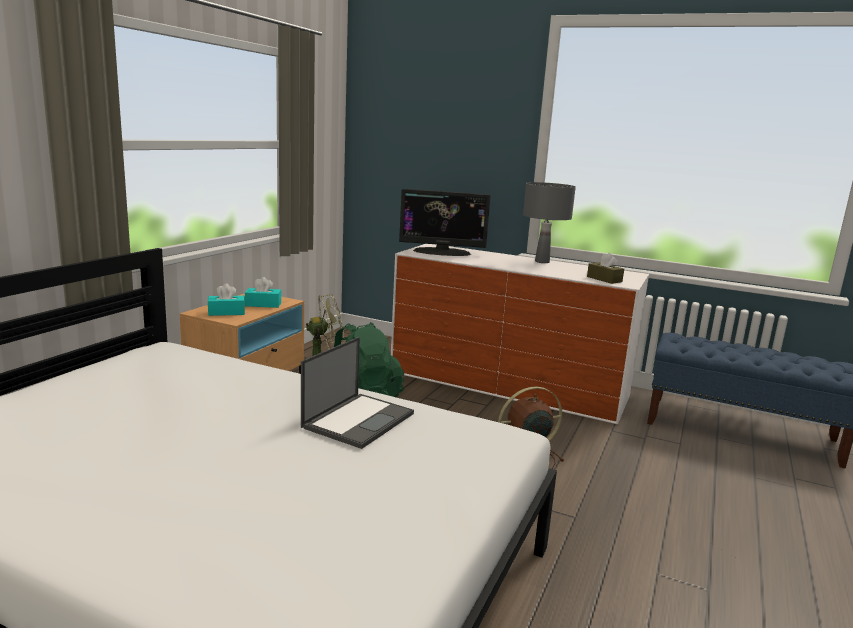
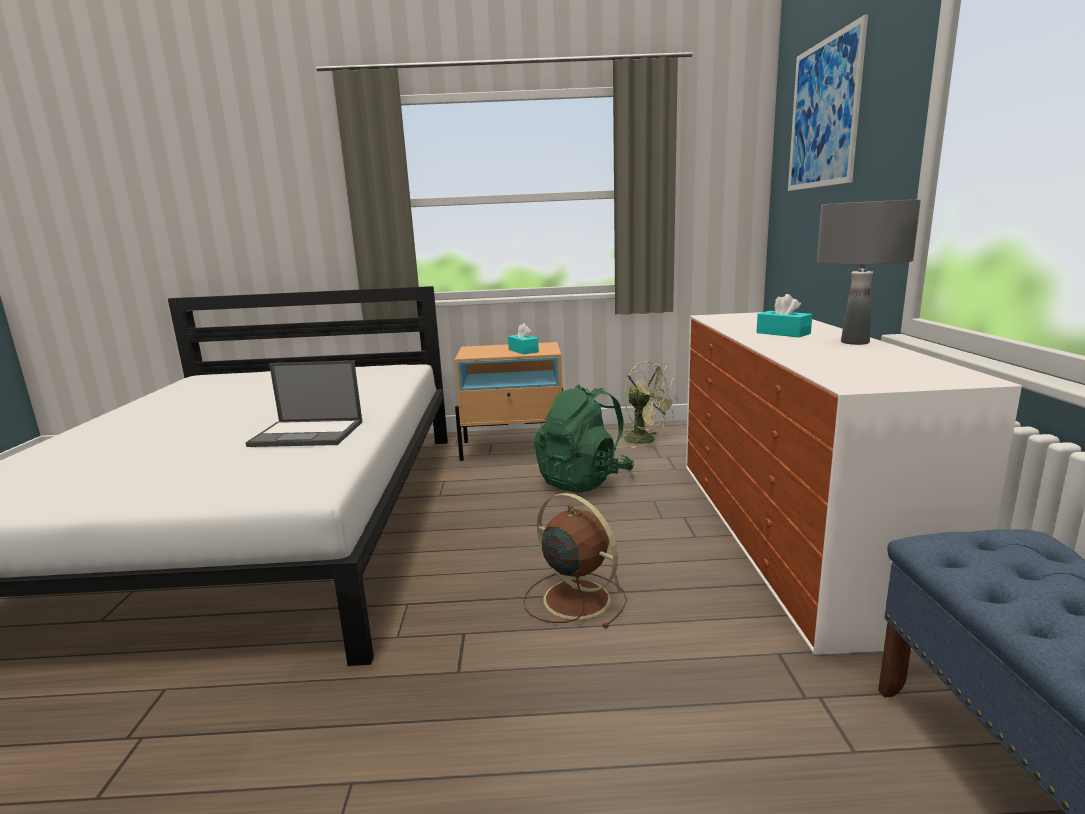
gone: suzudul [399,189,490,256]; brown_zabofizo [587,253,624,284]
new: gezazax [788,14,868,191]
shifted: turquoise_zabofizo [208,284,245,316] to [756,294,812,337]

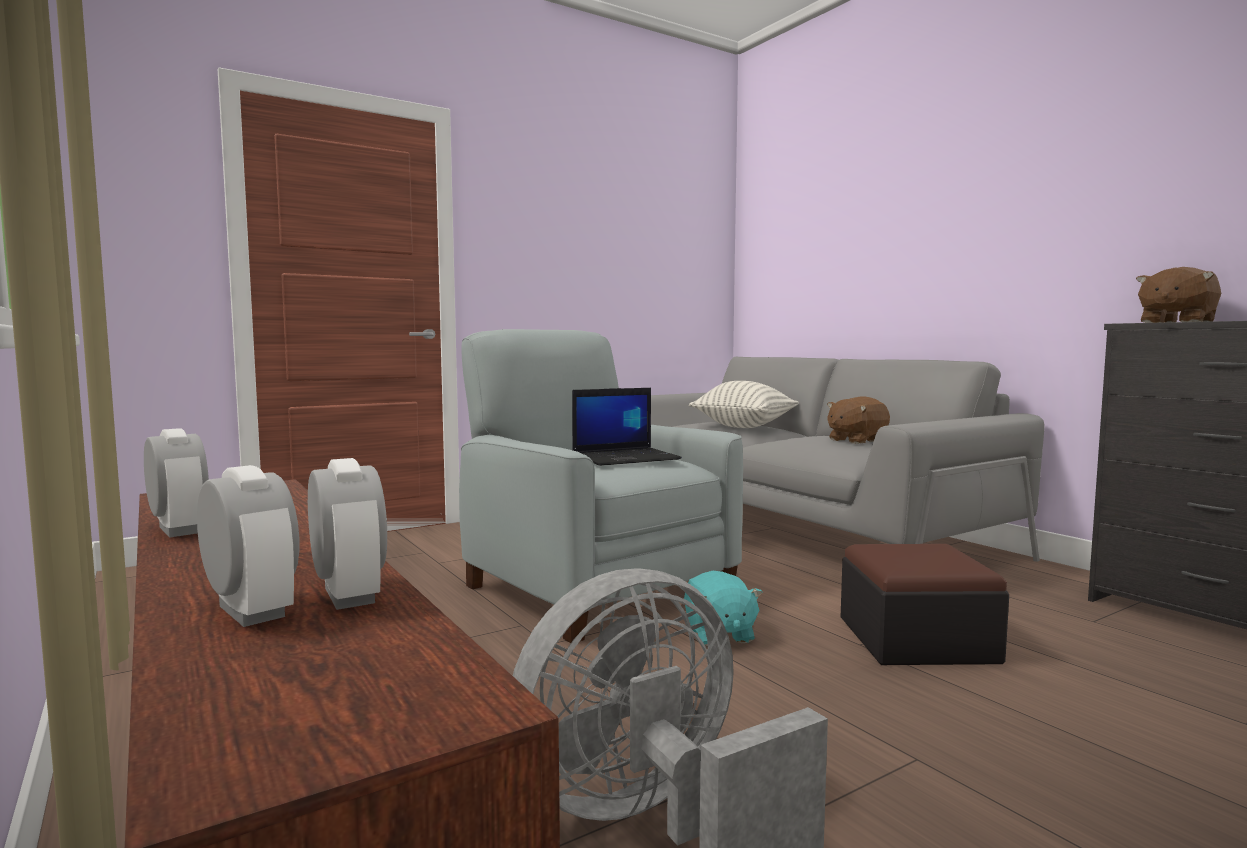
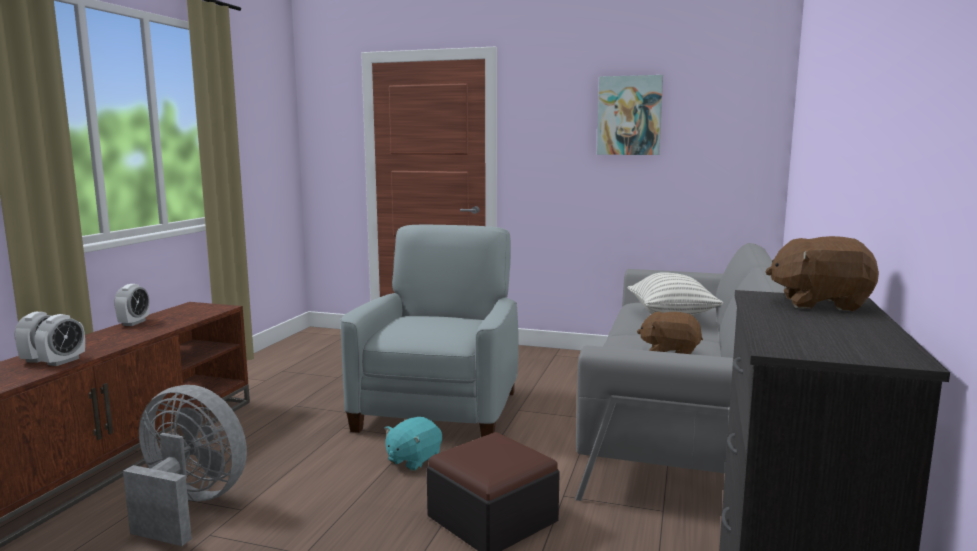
gone: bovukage [572,388,682,466]
new: gezazax [597,75,663,155]

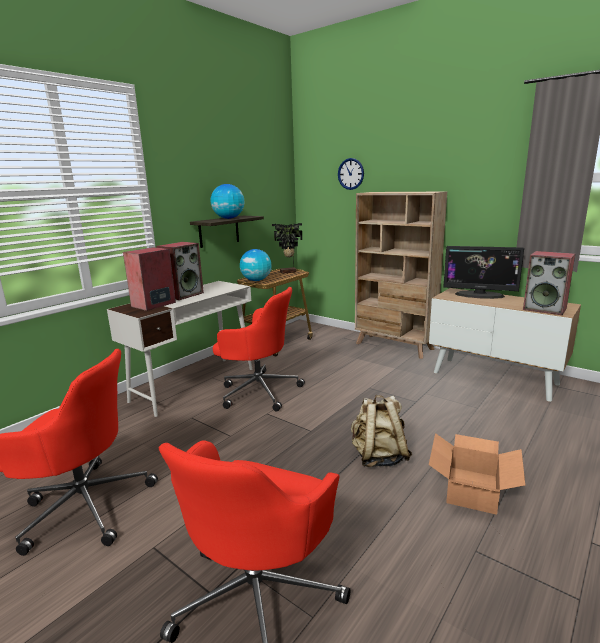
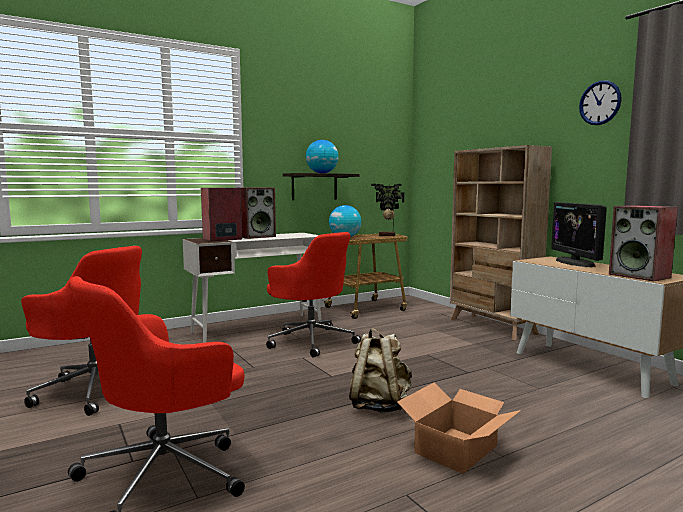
shifted: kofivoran [338,158,364,190] to [579,80,622,125]
rotated: suzudul [443,246,524,299] = [551,202,607,267] 45 degrees clockwise

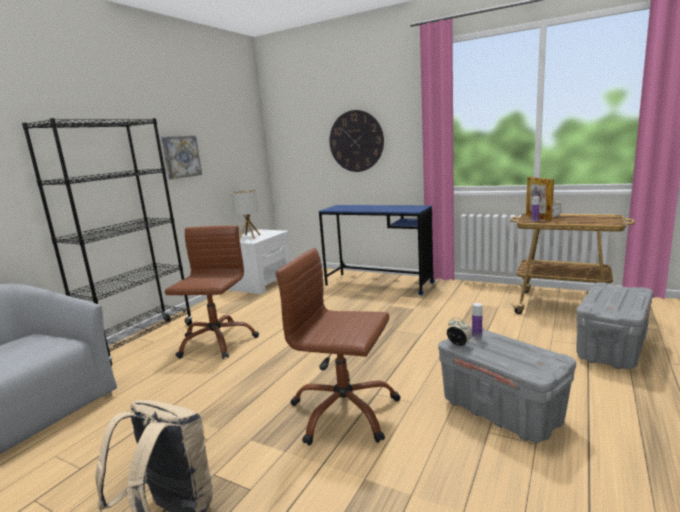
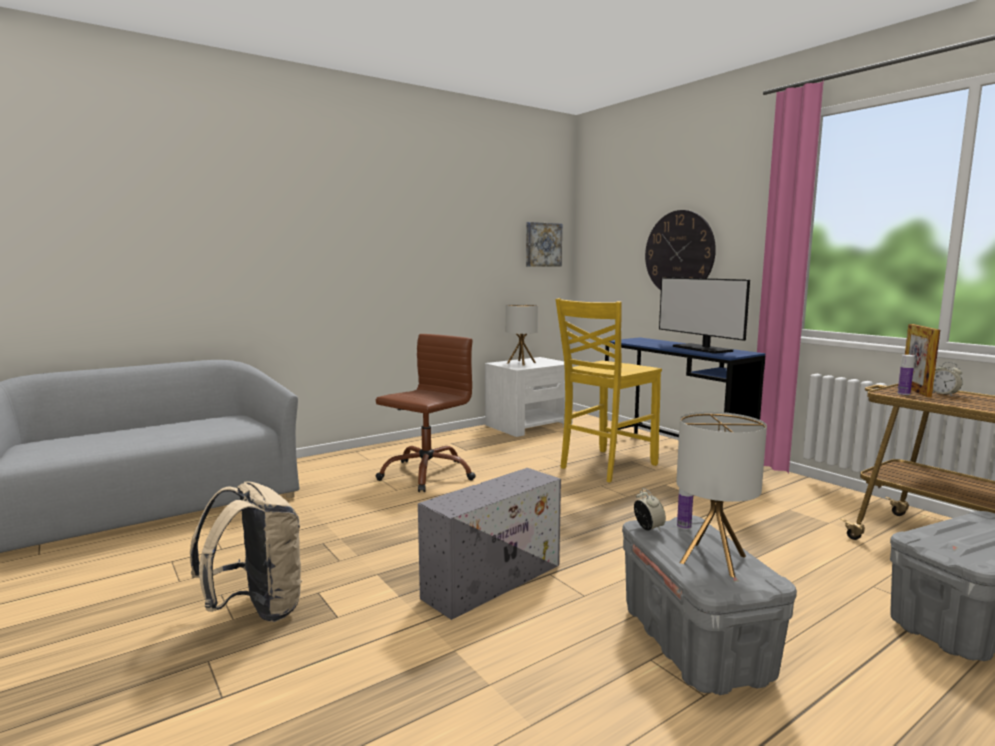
gone: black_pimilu [22,118,193,366]
new: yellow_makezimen [556,298,662,482]; suzudul [659,277,750,354]; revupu [676,412,767,578]
shifted: gezazax [161,136,202,179] to [526,222,562,267]
swapped: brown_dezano [276,248,400,445] to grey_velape [418,468,561,620]

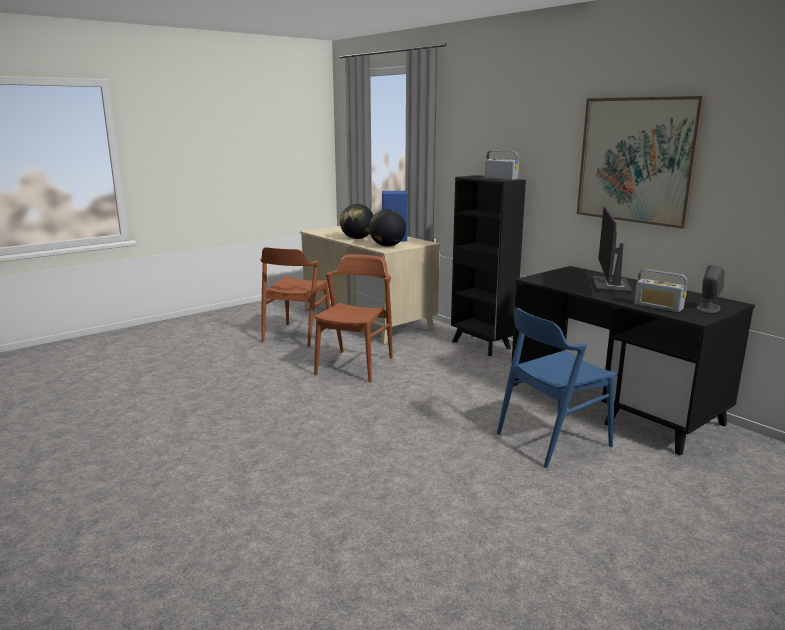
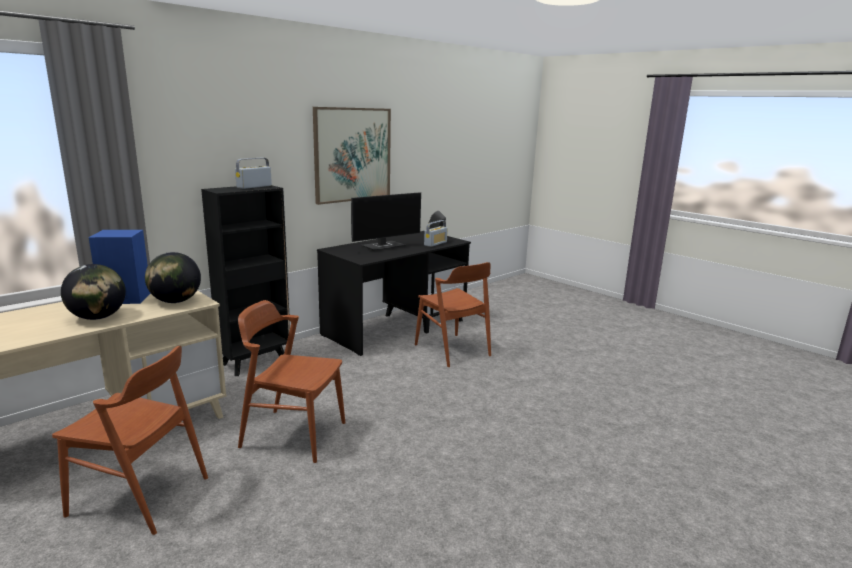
repainted: blue_makezimen [497,308,618,468] to brown_makezimen [415,262,491,367]
rotated: suzudul [593,206,632,292] = [351,192,421,251] 45 degrees counterclockwise

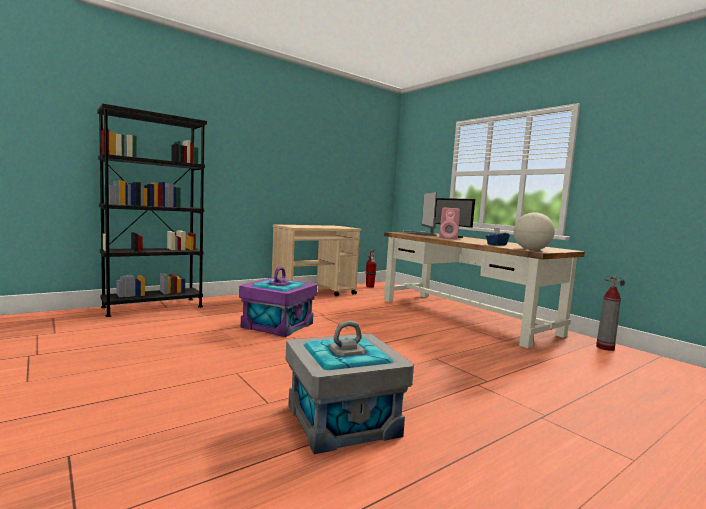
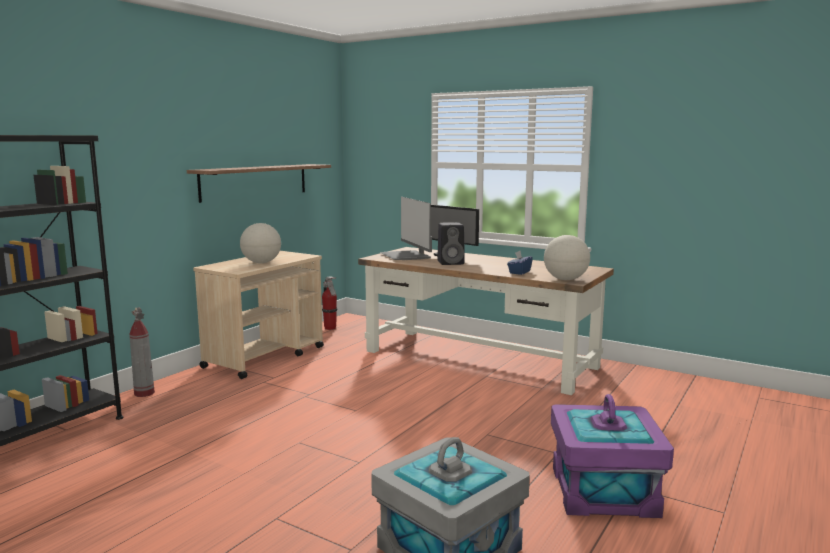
new: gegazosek [187,164,331,203]; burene [240,223,281,263]
shifted: purple_velape [239,267,317,337] to [551,394,674,518]; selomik [596,276,625,351] to [129,307,155,397]
repainted: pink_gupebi [439,208,460,239] to black_gupebi [437,222,465,265]

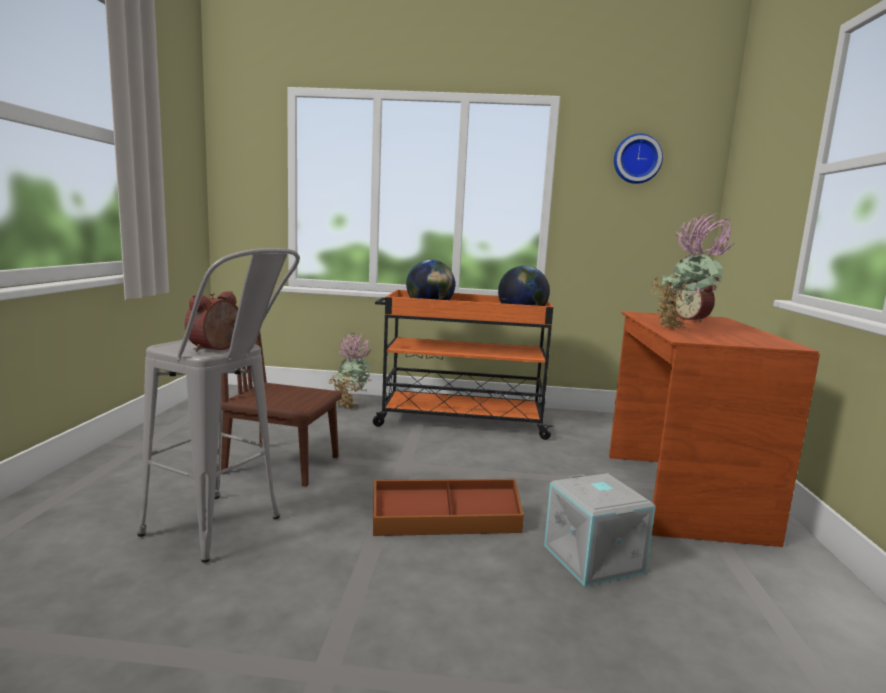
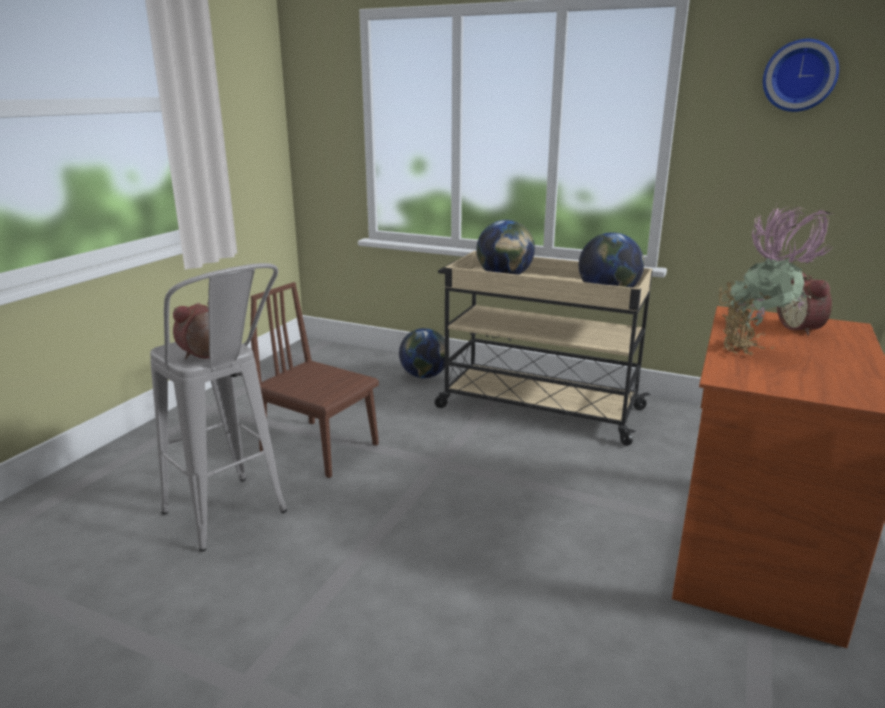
gone: brown_velape [373,479,524,536]; grey_velape [544,473,656,587]
swapped: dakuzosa [329,333,372,410] to burene [399,328,445,378]
repainted: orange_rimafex [373,290,553,440] to beige_rimafex [434,251,653,446]

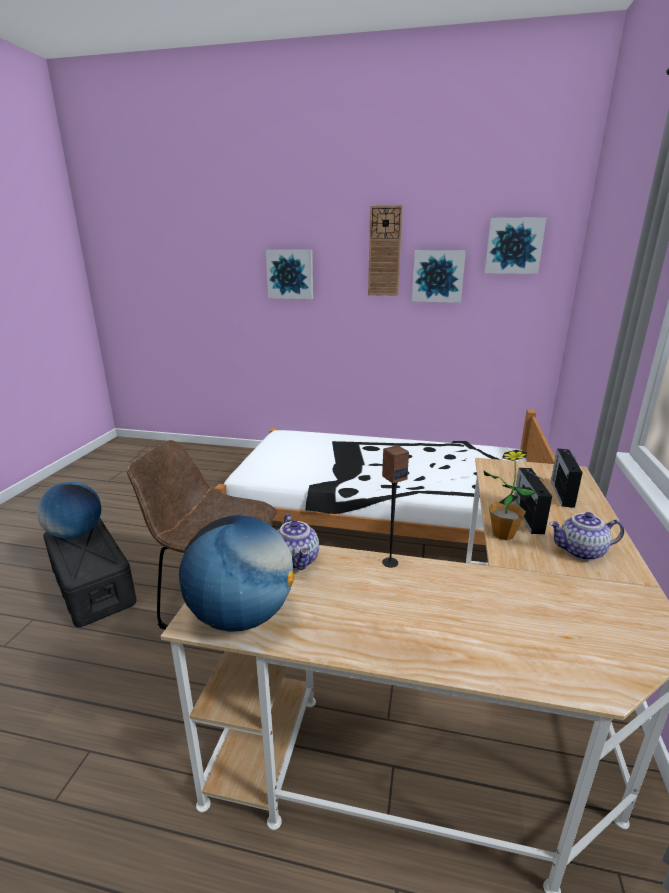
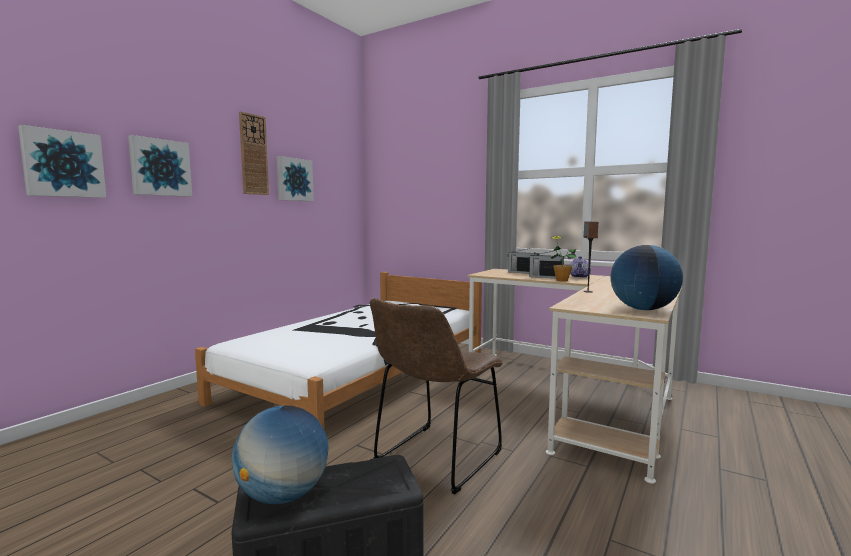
gone: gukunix [278,514,319,570]
shifted: gezazax [484,217,547,274] to [18,125,106,198]

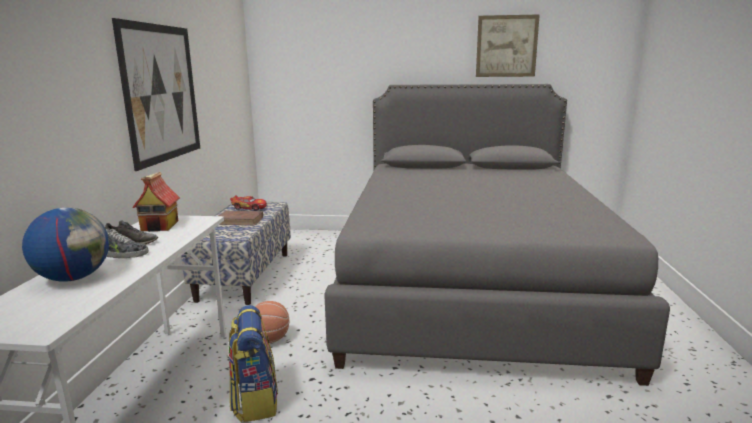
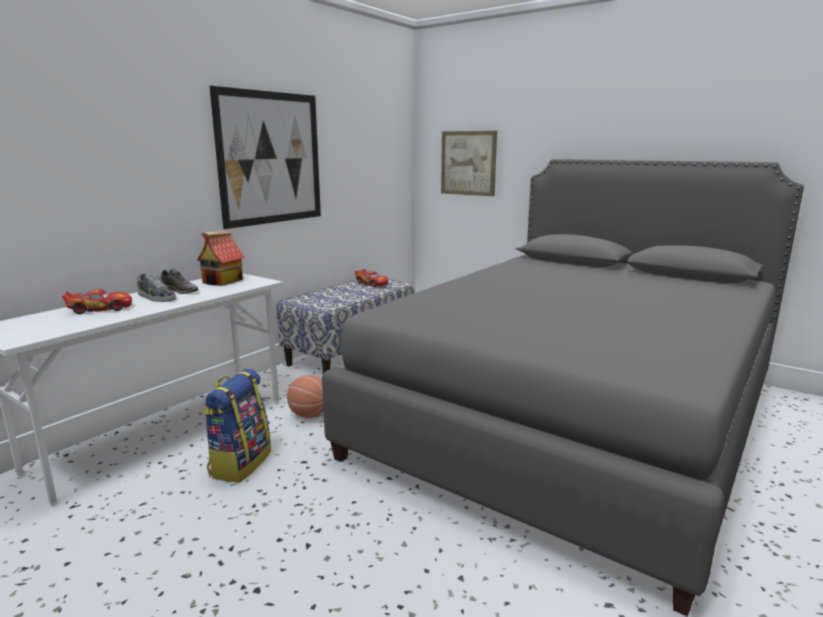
gone: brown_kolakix [219,211,263,225]
shifted: gezazax [476,14,540,77] to [441,131,497,196]
swapped: burene [22,207,109,282] to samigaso [62,289,132,314]

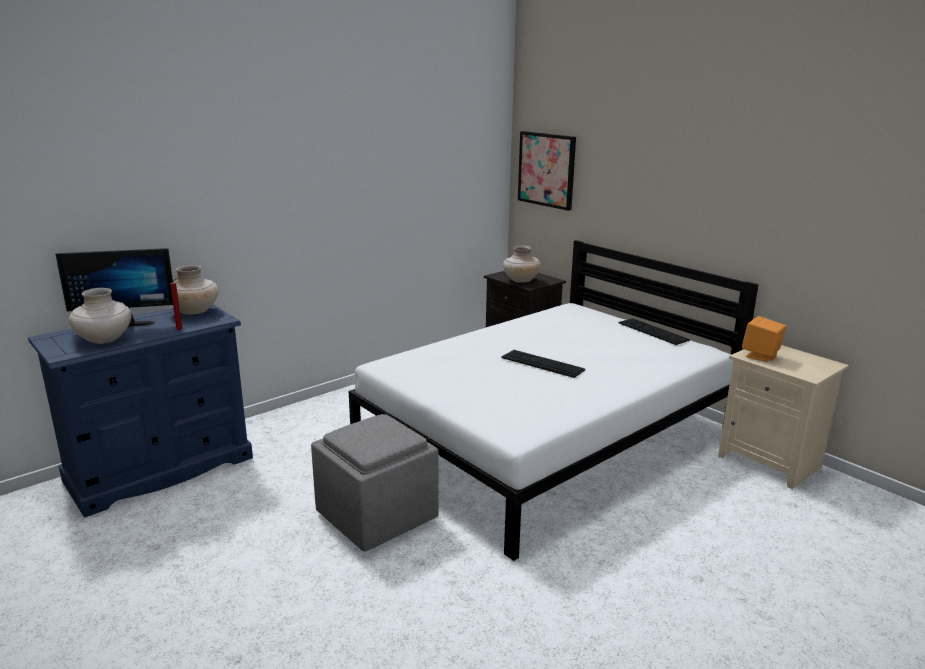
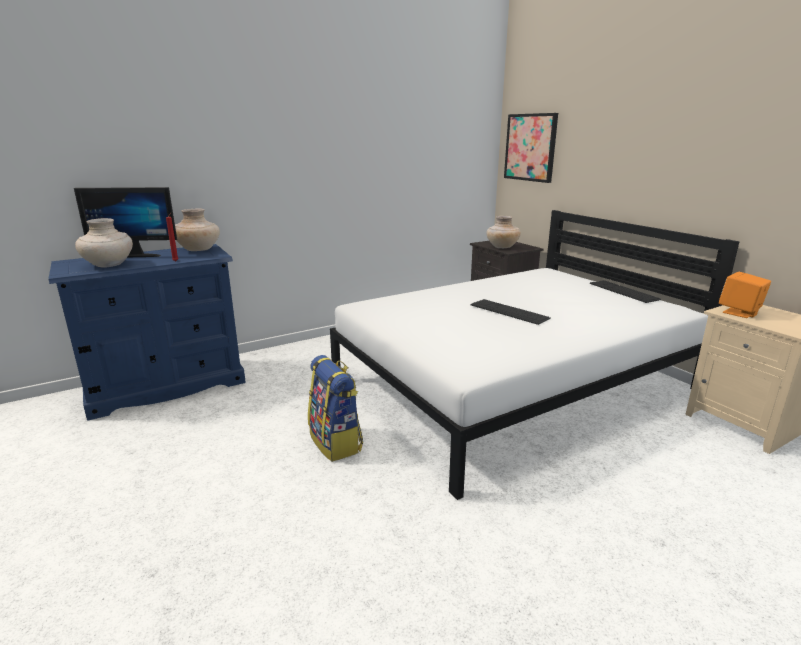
swapped: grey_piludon [311,414,439,551] to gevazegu [308,355,363,462]

